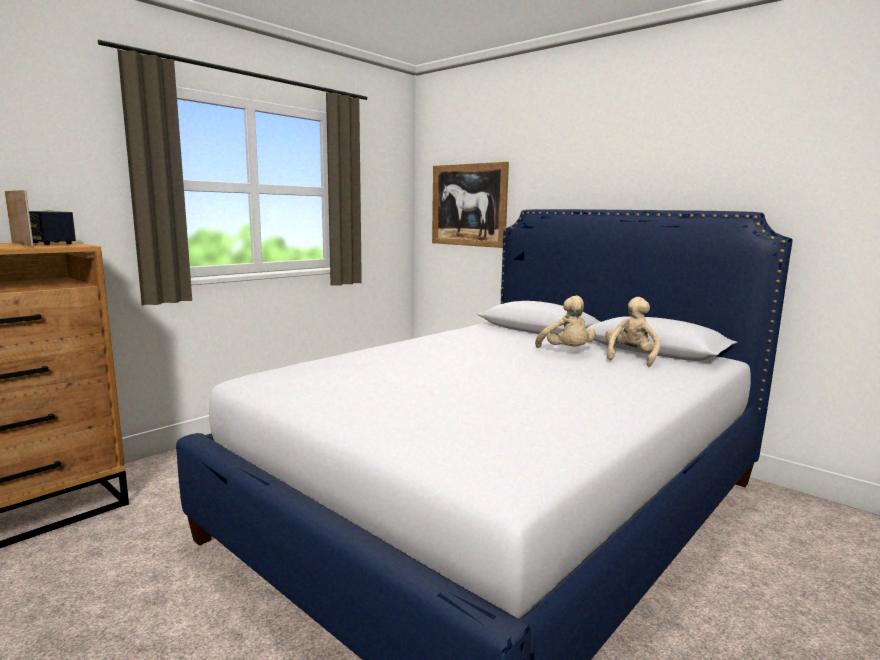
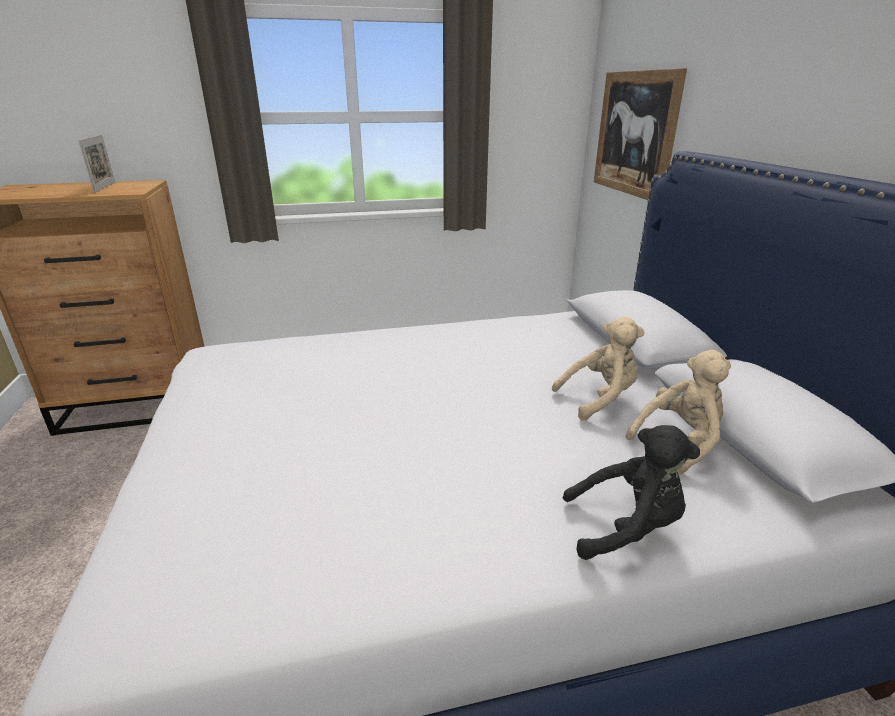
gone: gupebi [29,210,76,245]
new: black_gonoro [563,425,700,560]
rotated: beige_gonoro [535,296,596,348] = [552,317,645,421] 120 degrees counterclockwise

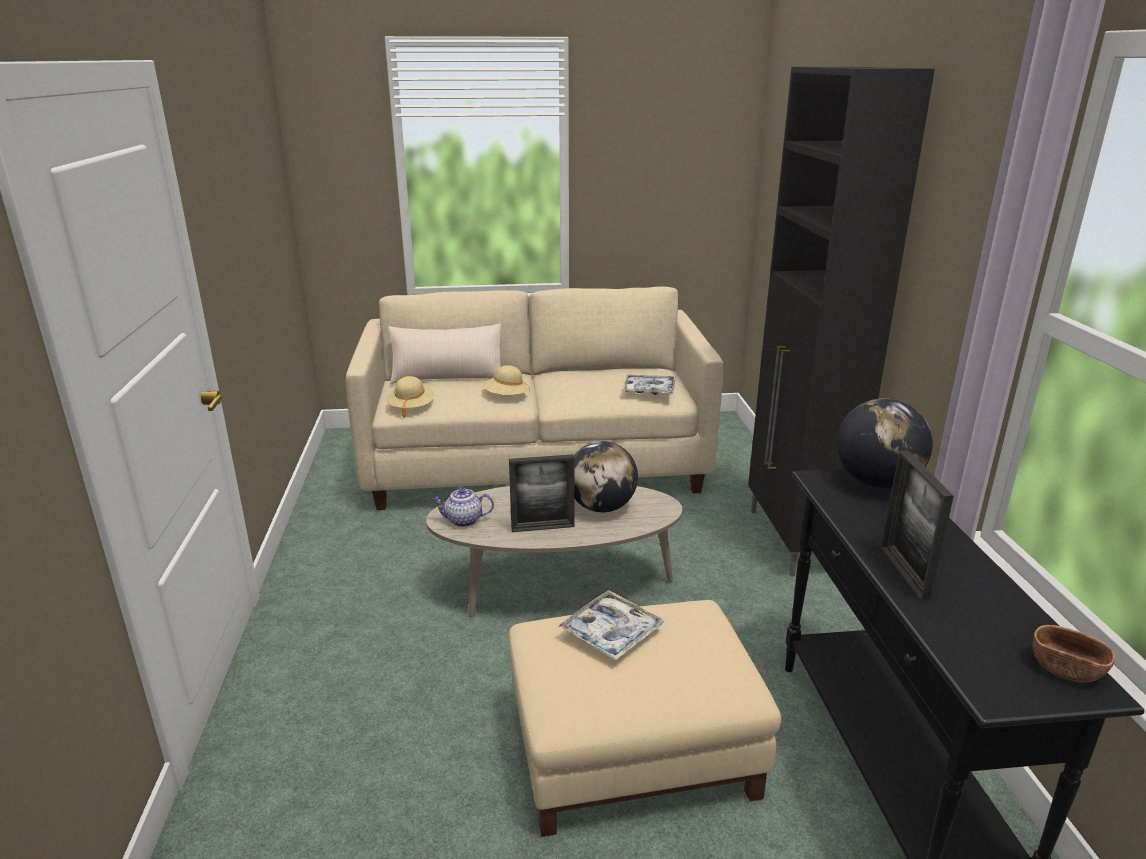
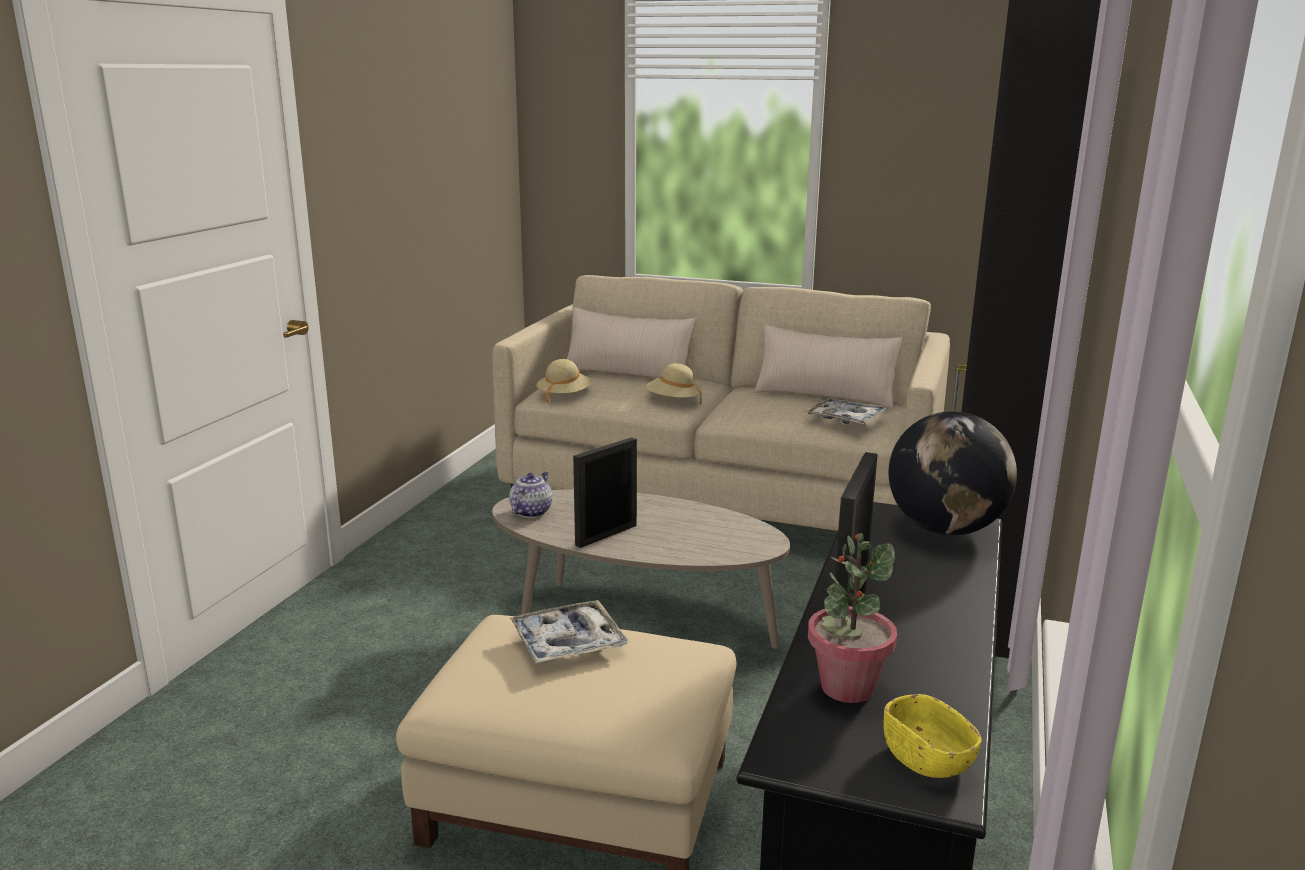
gone: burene [574,441,638,512]
new: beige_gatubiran [754,325,903,408]; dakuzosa [808,533,897,703]
repainted: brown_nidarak [1033,625,1115,683] to yellow_nidarak [884,694,982,778]
rotated: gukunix [432,488,494,527] = [509,472,552,518] 90 degrees clockwise; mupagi [509,454,575,532] = [573,437,637,548] 120 degrees clockwise

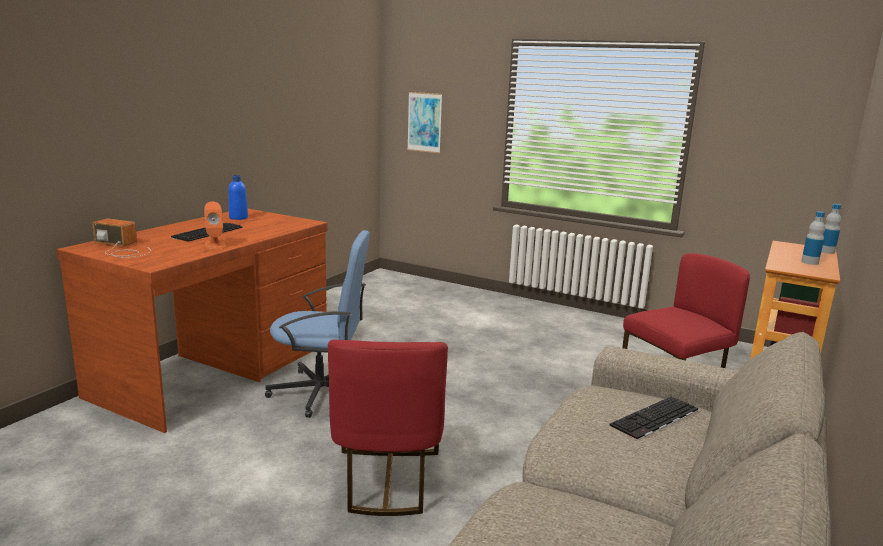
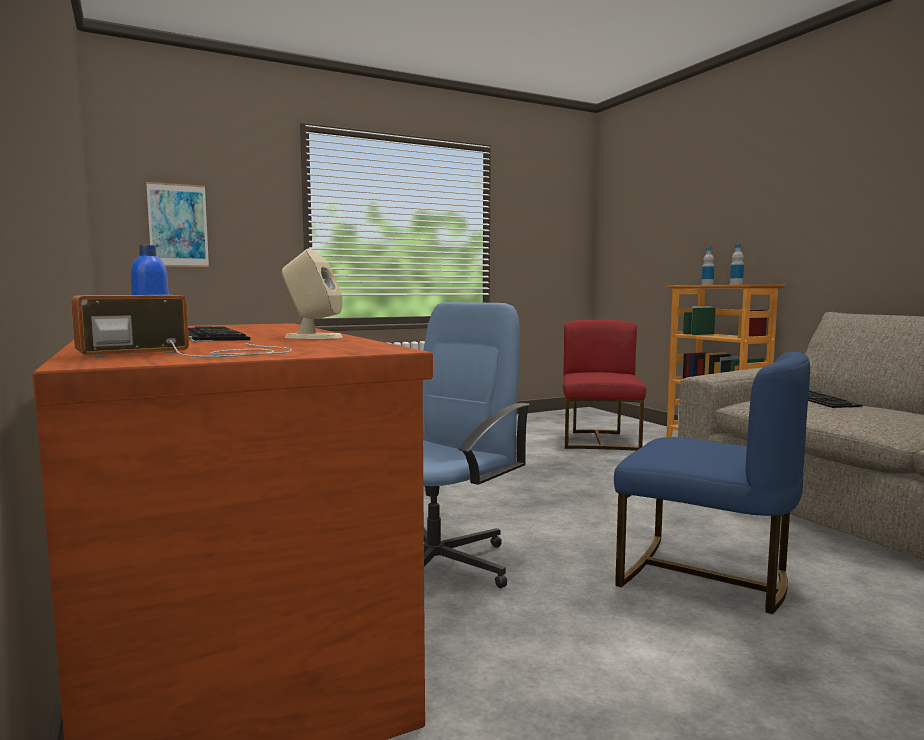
repainted: orange_gupebi [204,202,226,249] to beige_gupebi [282,249,343,339]; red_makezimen [328,339,448,516] to blue_makezimen [614,352,810,614]

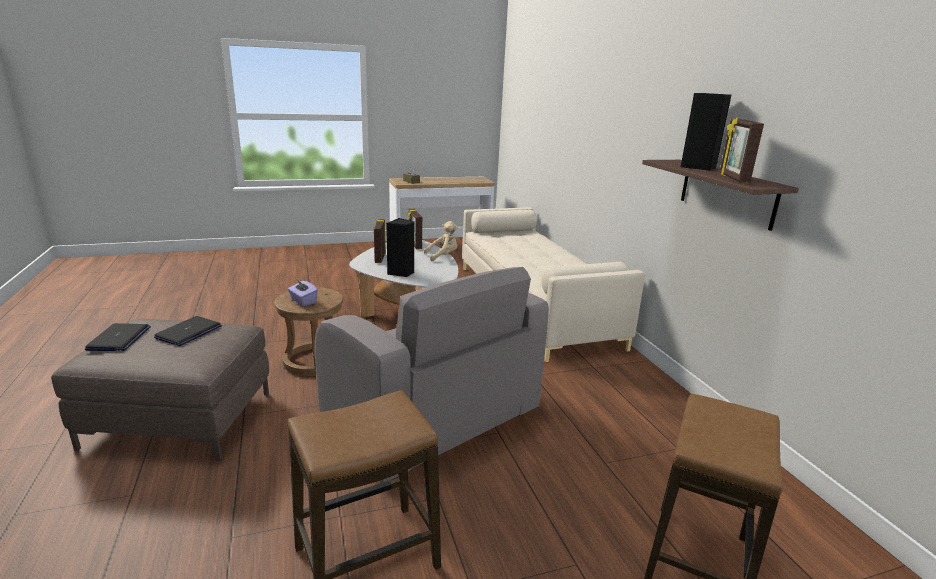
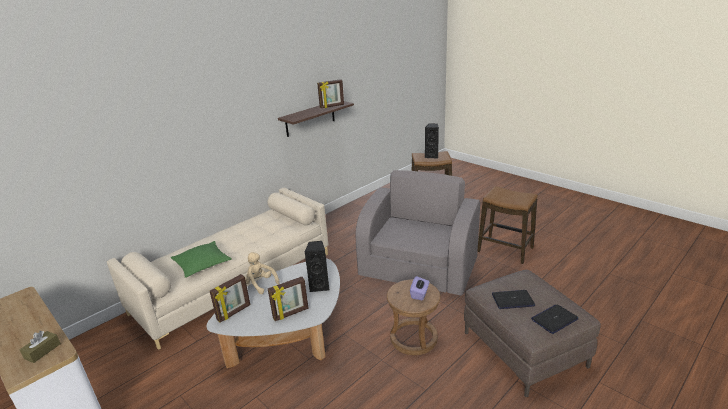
new: green_gatubiran [171,241,232,278]
shifted: black_gupebi [681,93,731,171] to [425,124,439,159]

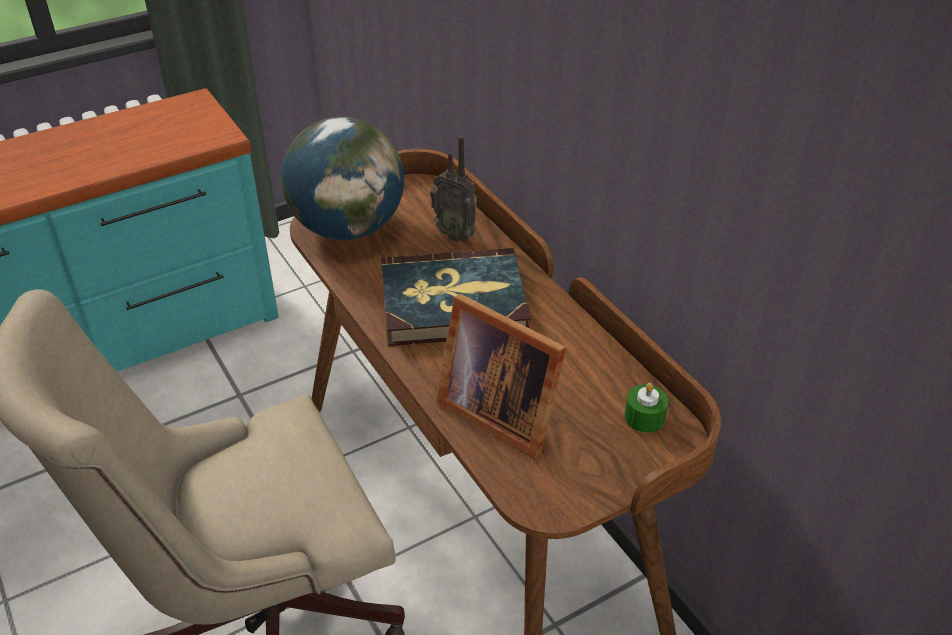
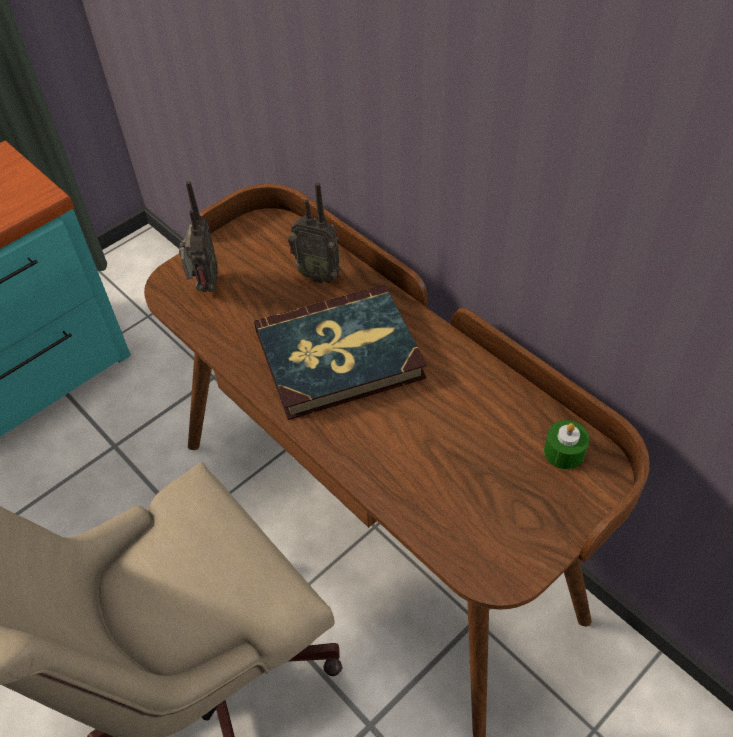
gone: mupagi [436,294,566,459]
swapped: burene [281,117,404,240] to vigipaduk [179,181,218,292]

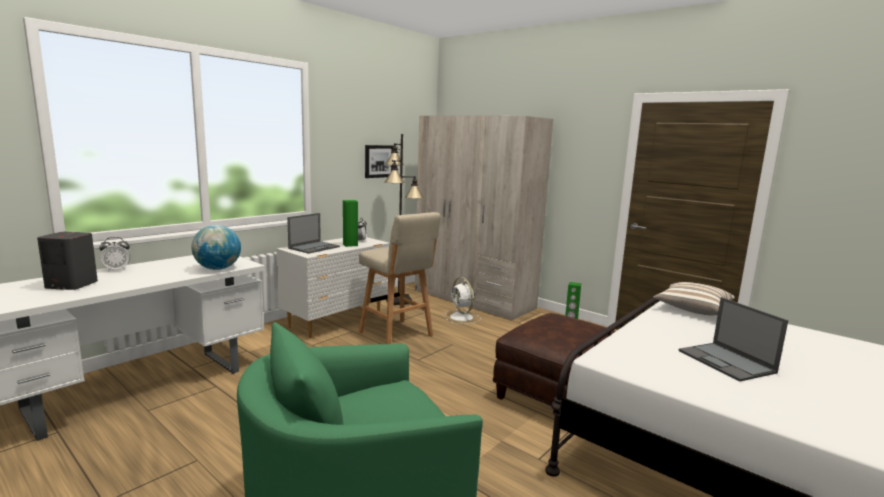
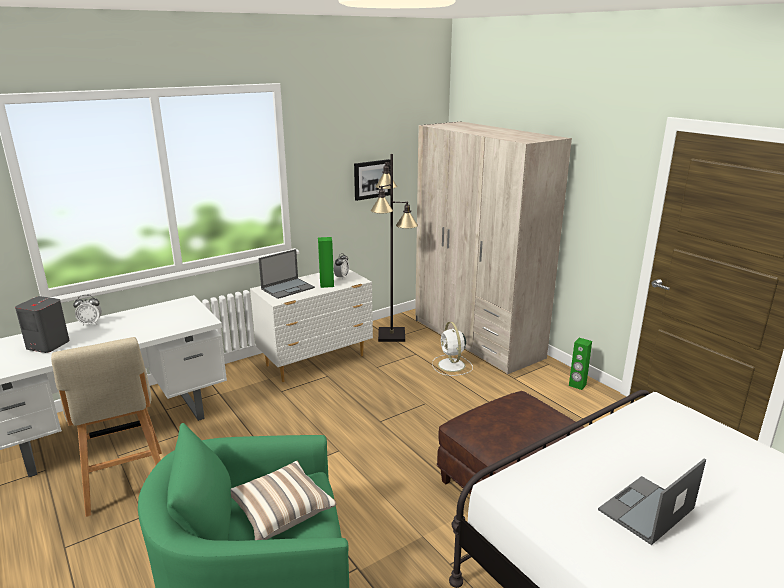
gone: burene [192,225,241,270]
shifted: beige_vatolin [359,212,441,344] to [51,337,162,517]; gatubiran [653,282,735,315] to [231,461,337,540]
rotated: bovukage [679,297,788,381] = [598,458,706,545] 60 degrees clockwise

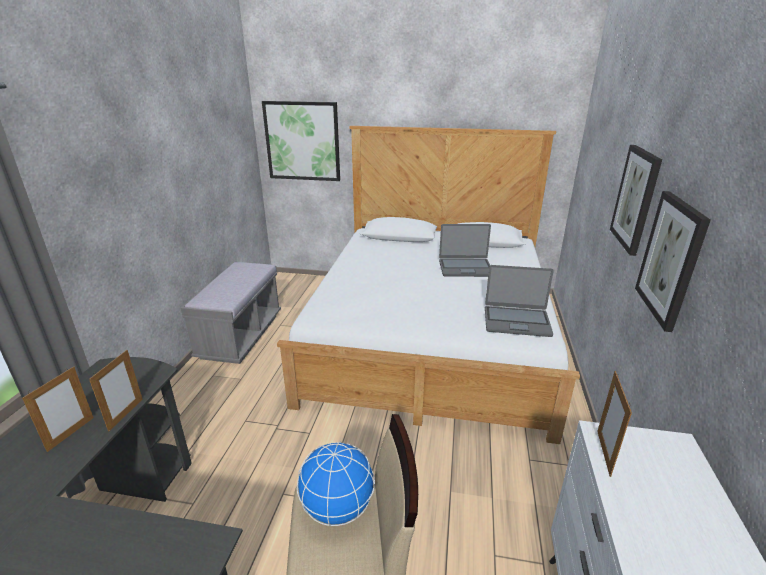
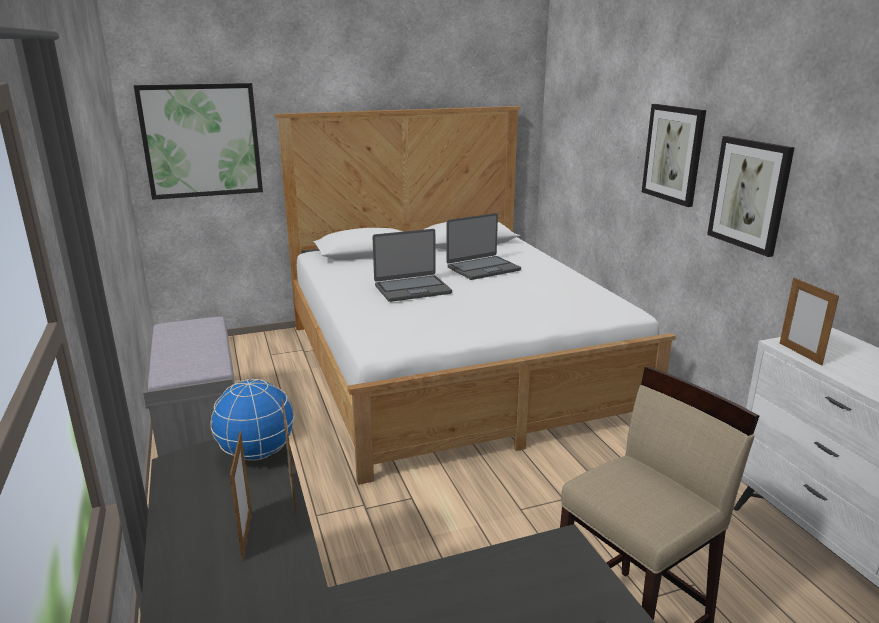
shifted: burene [297,441,375,526] to [211,379,295,461]; bovukage [485,265,554,337] to [373,229,452,302]

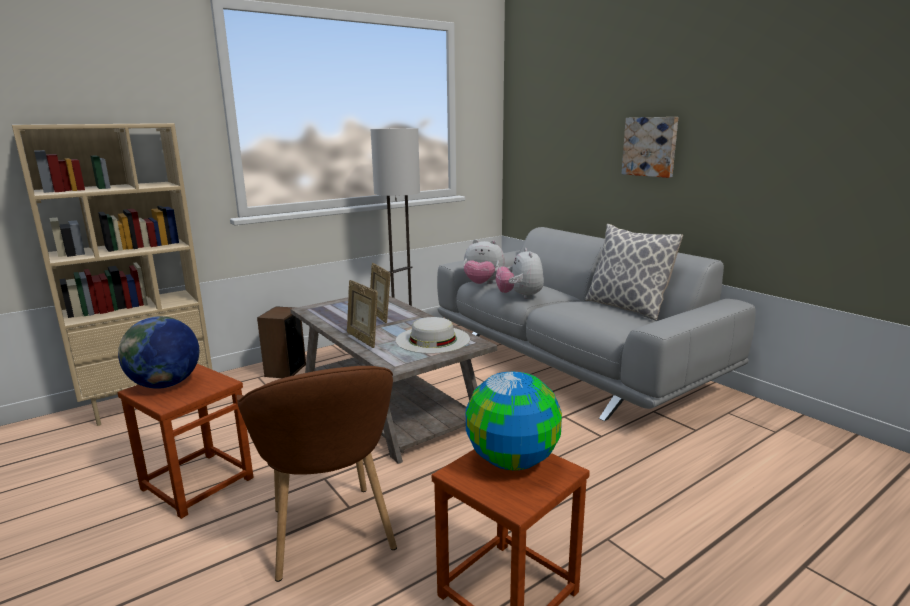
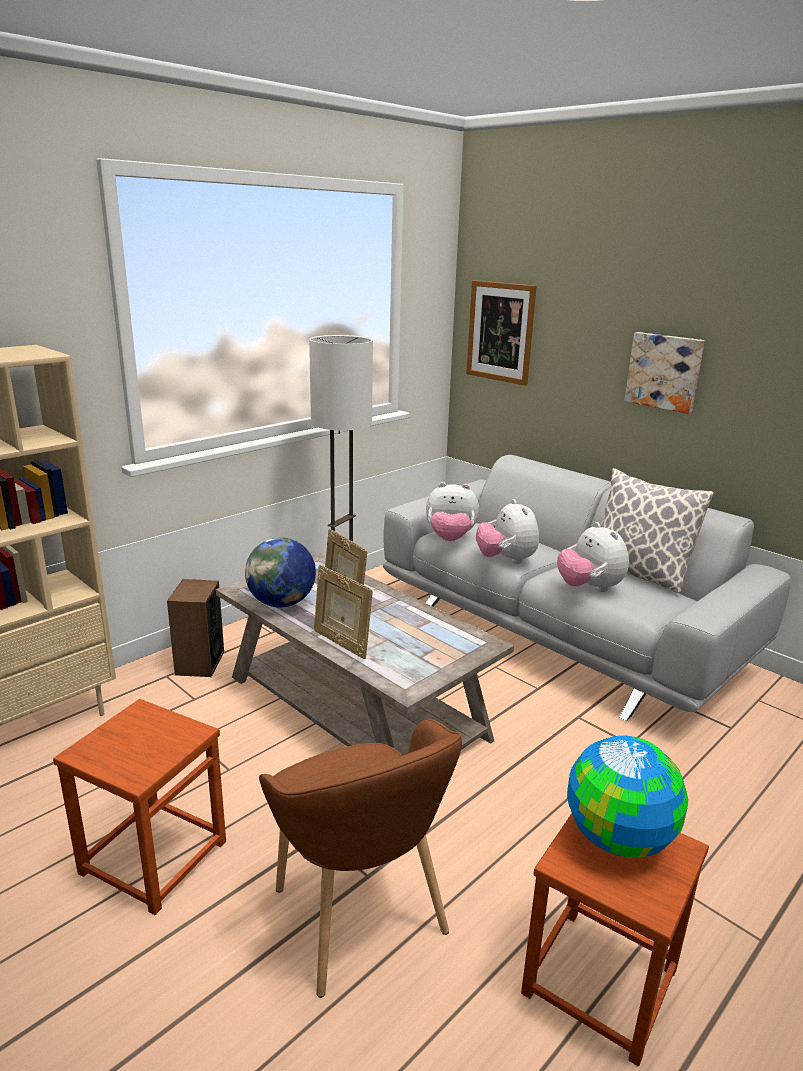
gone: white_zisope [396,317,470,353]
new: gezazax [466,280,537,386]; gonoro [557,522,629,592]
shifted: burene [118,316,199,389] to [245,537,316,607]

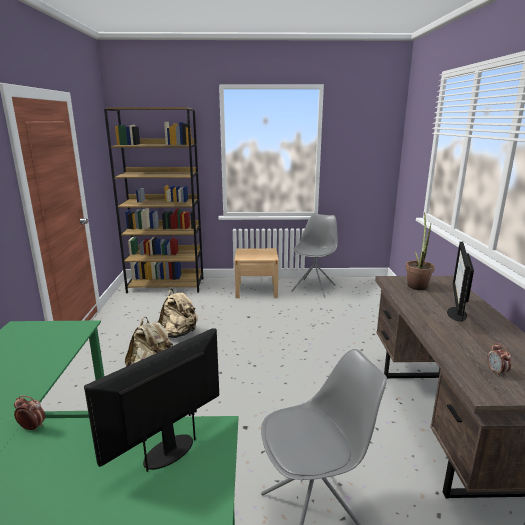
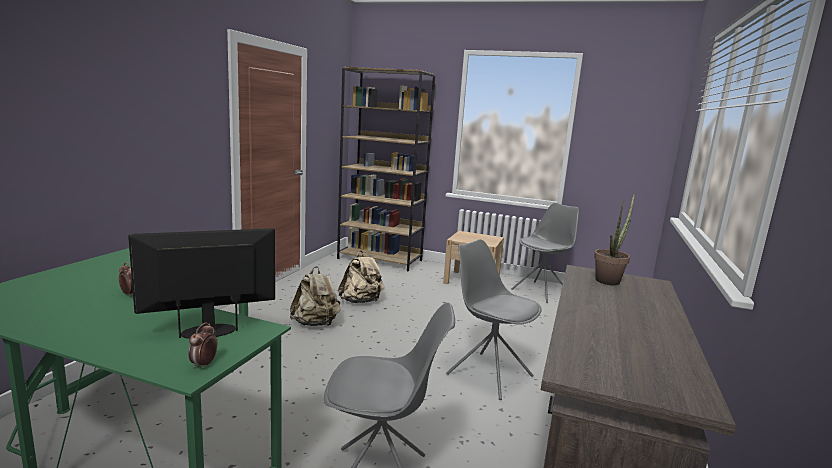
gone: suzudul [447,242,474,322]
new: grey_makezimen [446,239,542,400]
shifted: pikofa [487,343,512,376] to [188,322,218,369]

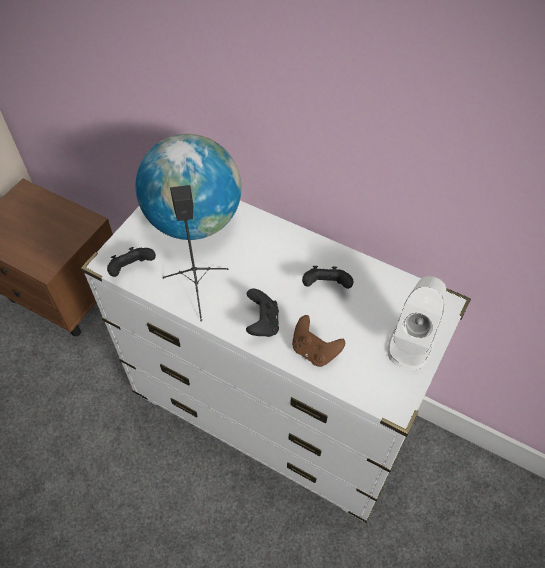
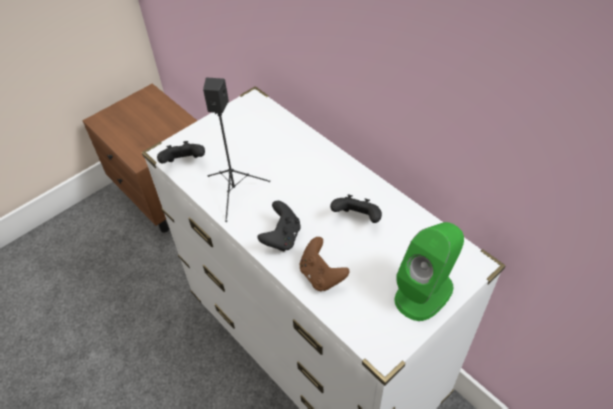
gone: burene [135,134,241,240]
repainted: white_gupebi [387,276,446,371] to green_gupebi [394,222,464,321]

